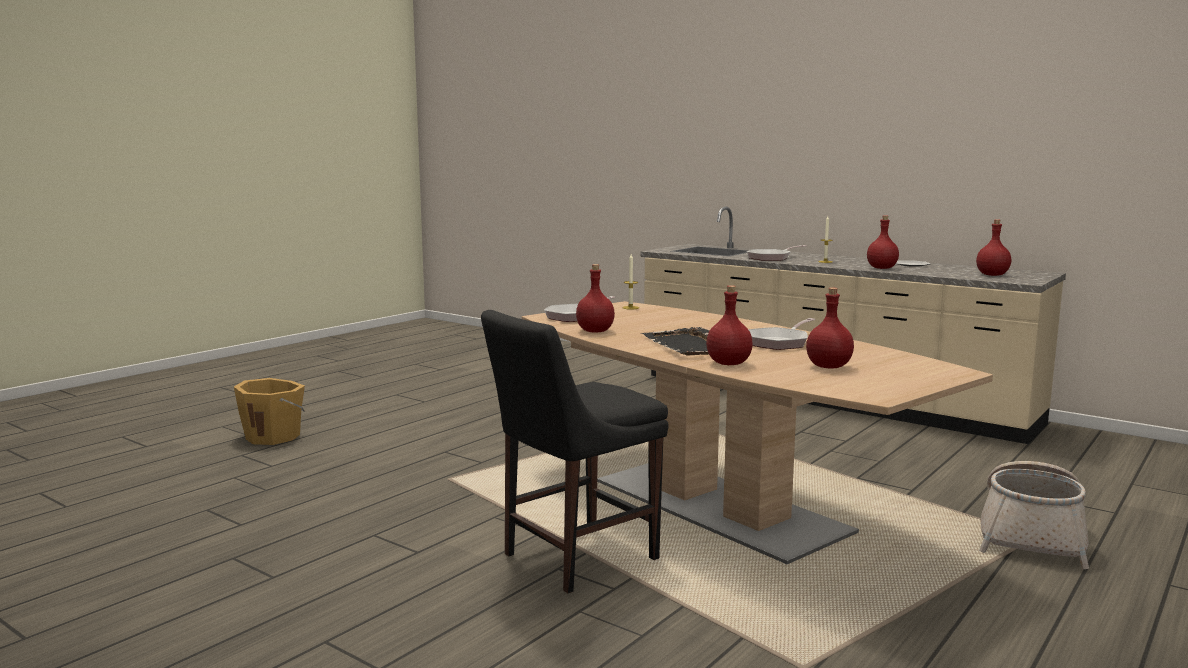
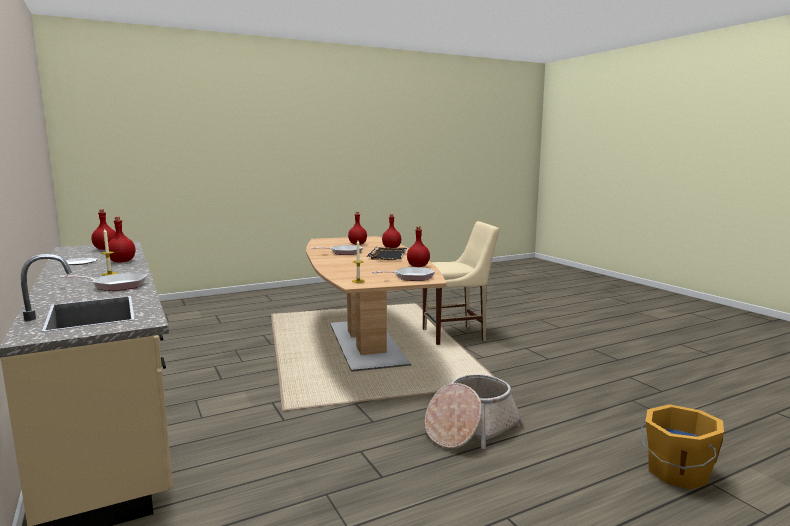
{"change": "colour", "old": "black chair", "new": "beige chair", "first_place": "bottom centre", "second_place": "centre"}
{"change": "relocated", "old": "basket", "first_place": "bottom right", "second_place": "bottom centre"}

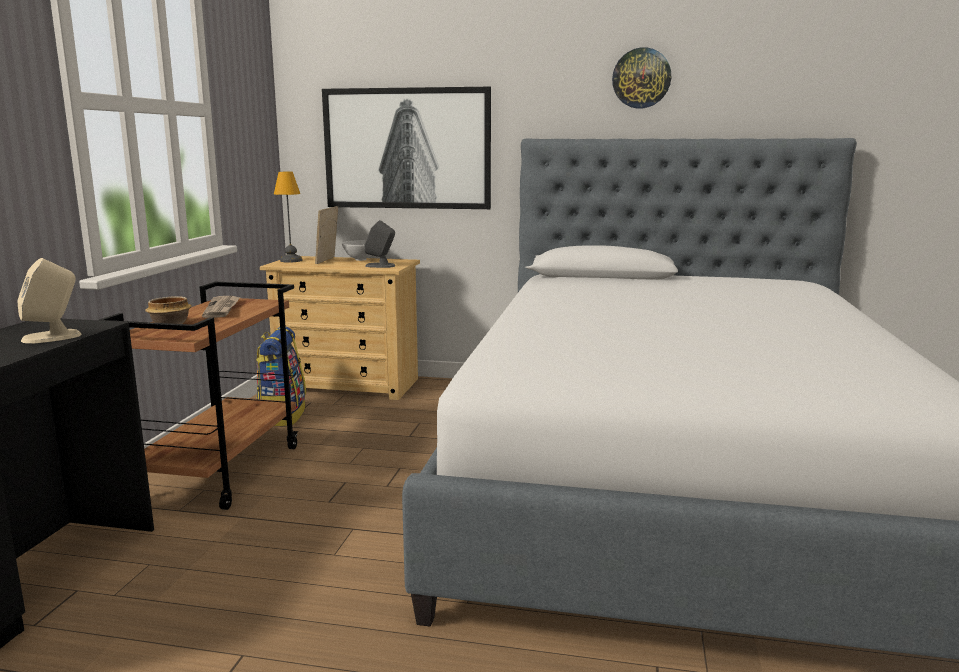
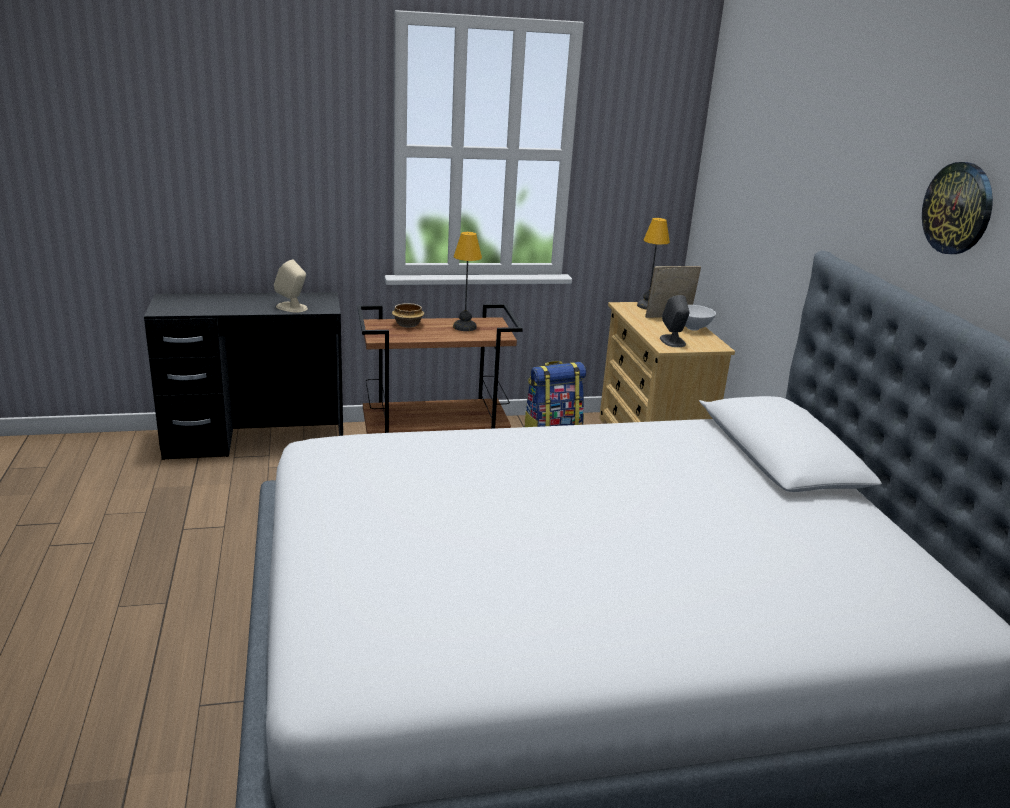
{"change": "exchanged", "old": "newspaper", "new": "table lamp (no. 1 from left)", "first_place": "middle left", "second_place": "centre"}
{"change": "missing", "old": "picture", "first_place": "top centre"}

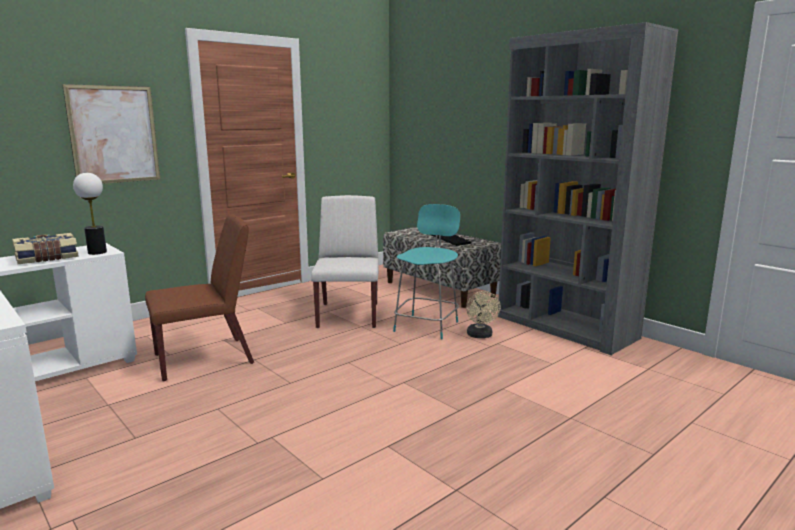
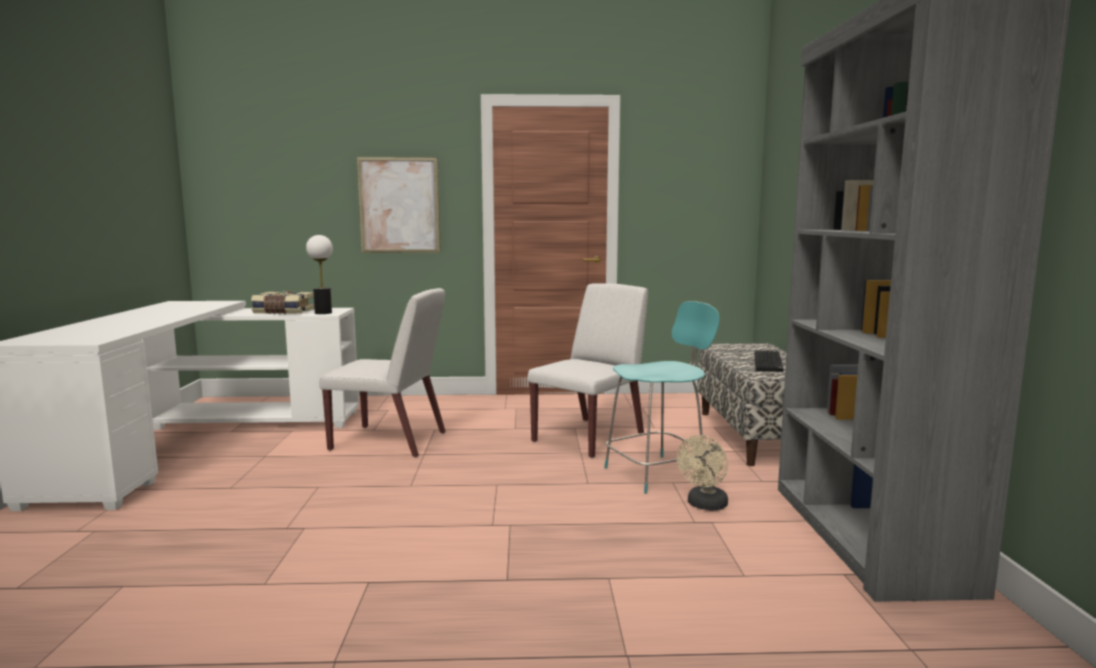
{"change": "colour", "old": "brown chair", "new": "white chair (no. 1 from left)", "first_place": "middle left", "second_place": "centre"}

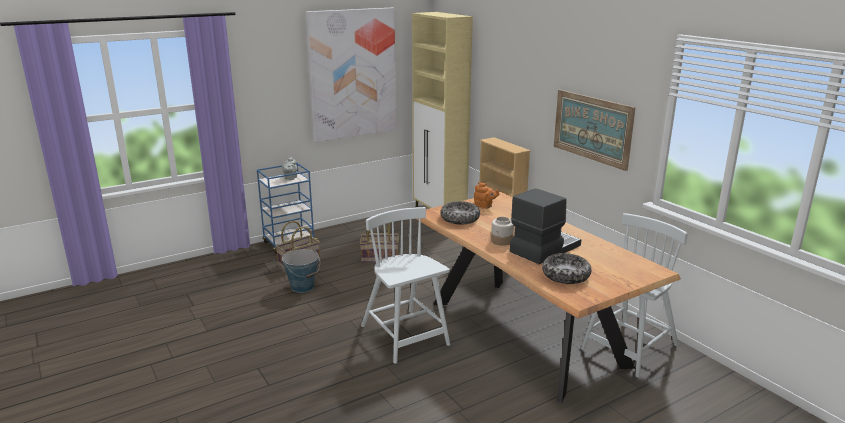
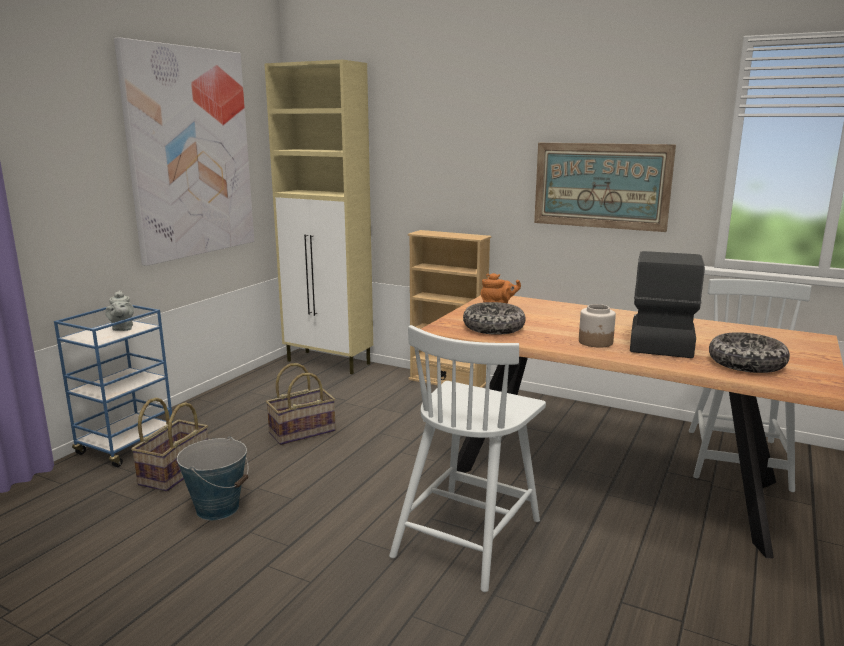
{"change": "spun", "old": "white chair (no. 1 from left)", "first_place": "bottom centre", "second_place": "bottom centre", "degrees": -90}

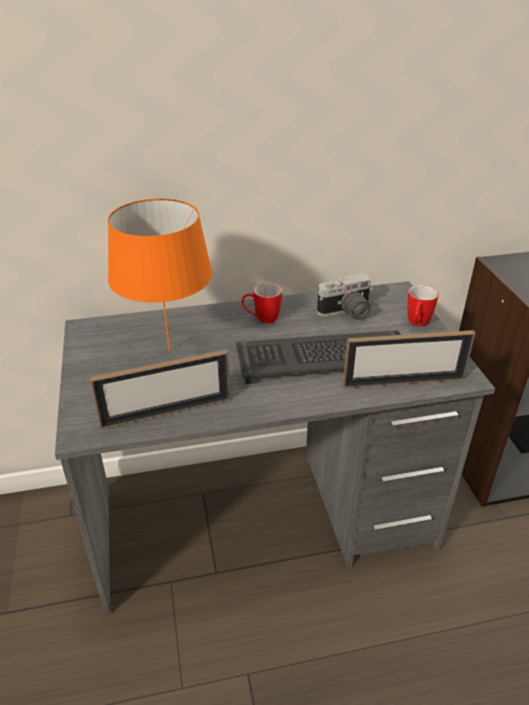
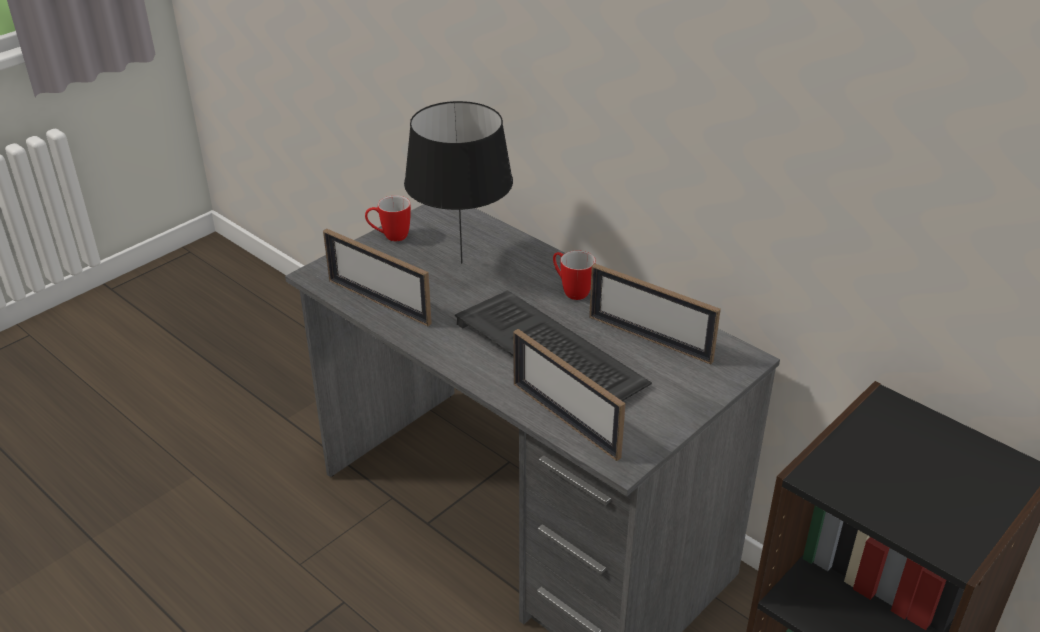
{"change": "relocated", "old": "mug (no. 2 from left in the first image)", "new": "mug (no. 1 from left)", "first_place": "middle right", "second_place": "centre"}
{"change": "colour", "old": "orange table lamp", "new": "black table lamp", "first_place": "middle left", "second_place": "top centre"}
{"change": "exchanged", "old": "photo camera", "new": "picture frame (no. 3 from left)", "first_place": "centre", "second_place": "centre"}

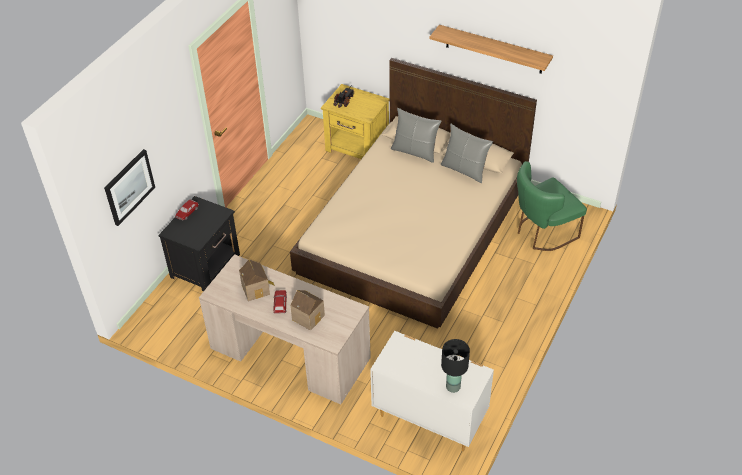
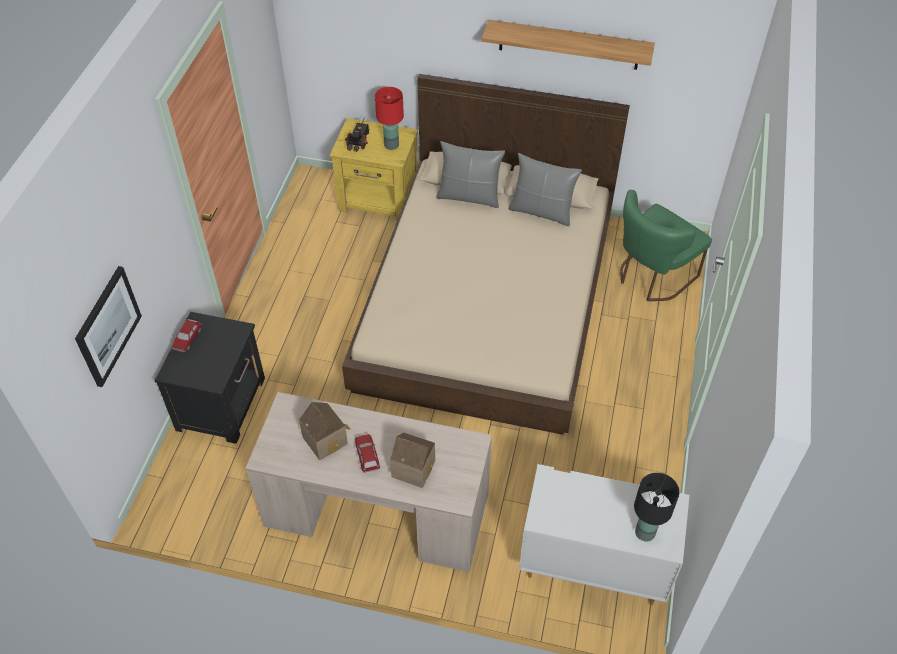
{"change": "appeared", "new": "red table lamp", "second_place": "top centre"}

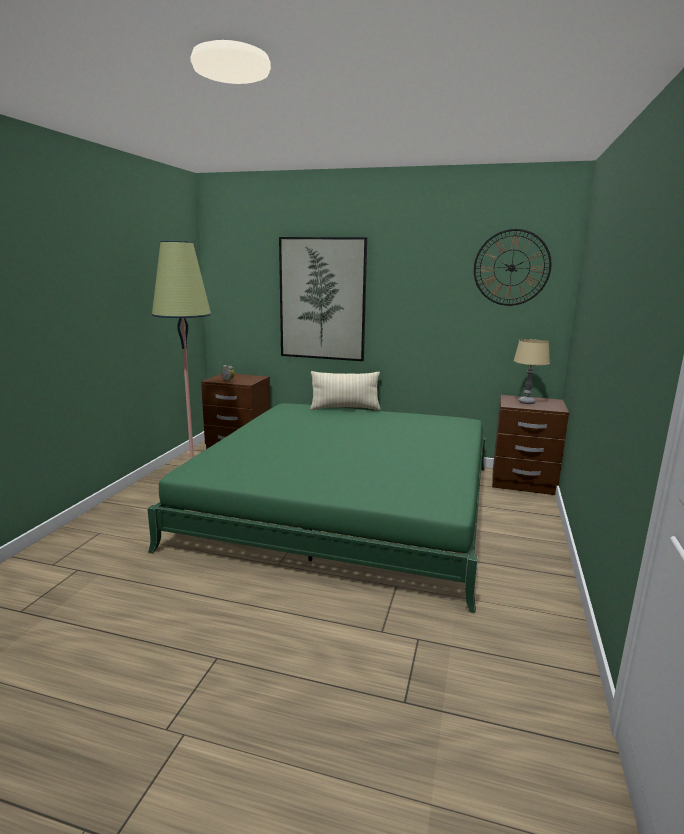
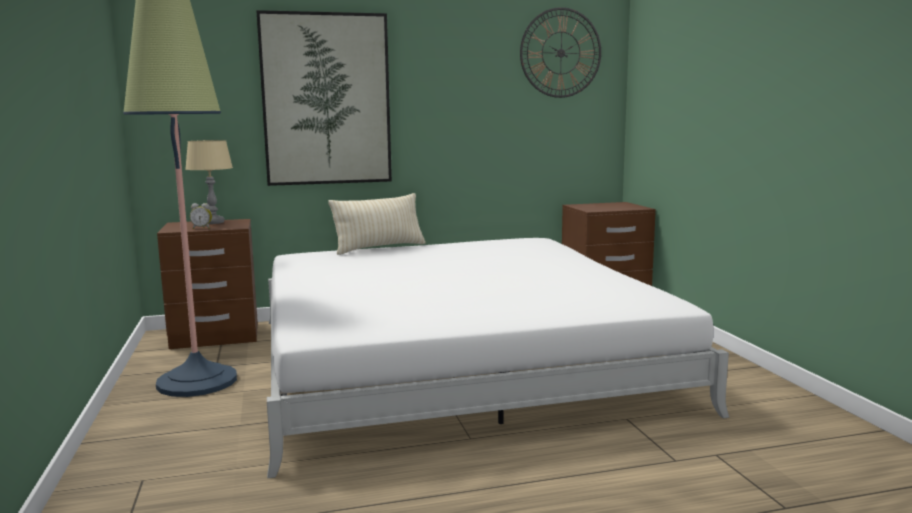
{"change": "relocated", "old": "beige table lamp", "first_place": "middle right", "second_place": "middle left"}
{"change": "colour", "old": "green bed", "new": "white bed", "first_place": "centre", "second_place": "bottom centre"}

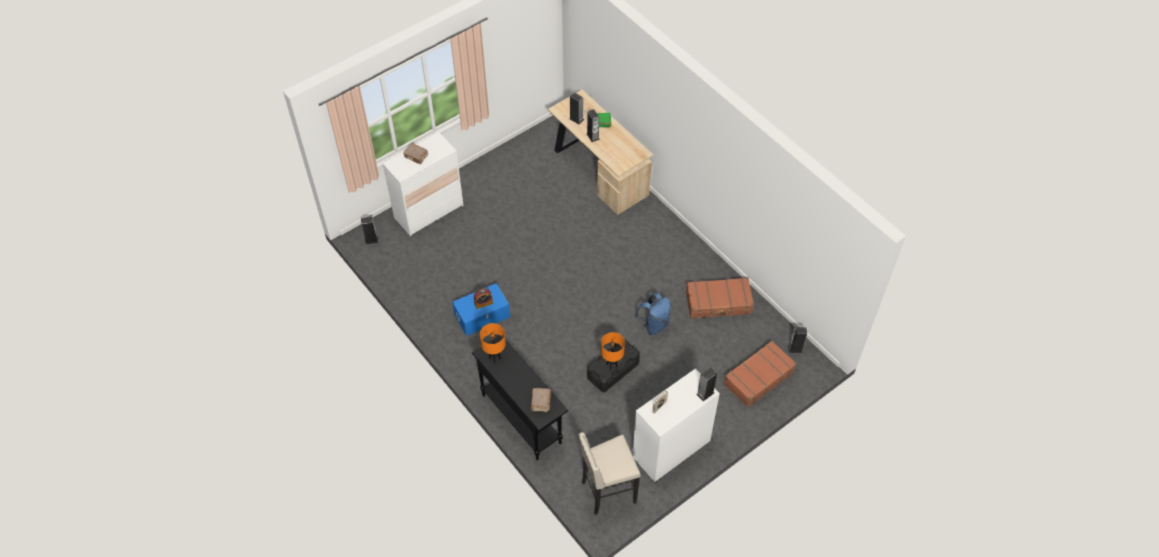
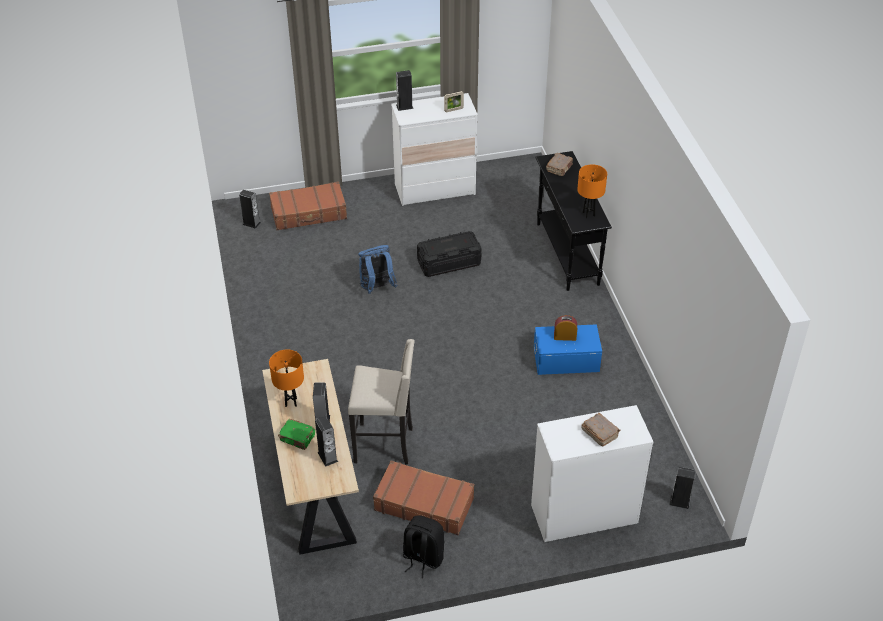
{"change": "relocated", "old": "orange table lamp (no. 2 from left in the first image)", "new": "orange table lamp (no. 1 from left)", "first_place": "centre", "second_place": "middle left"}
{"change": "relocated", "old": "beige stool", "first_place": "bottom centre", "second_place": "centre"}
{"change": "relocated", "old": "brown suitcase (no. 1 from left in the first image)", "new": "brown suitcase (no. 2 from left)", "first_place": "centre", "second_place": "bottom centre"}
{"change": "appeared", "new": "black backpack", "second_place": "bottom centre"}

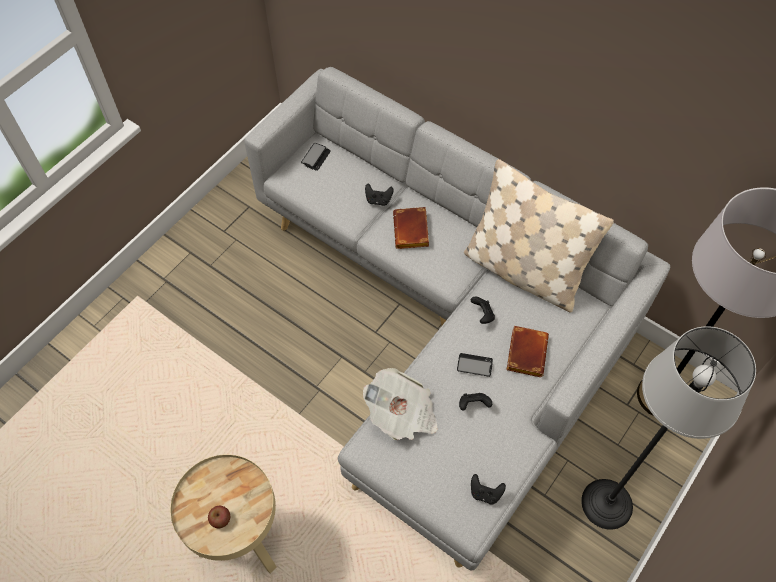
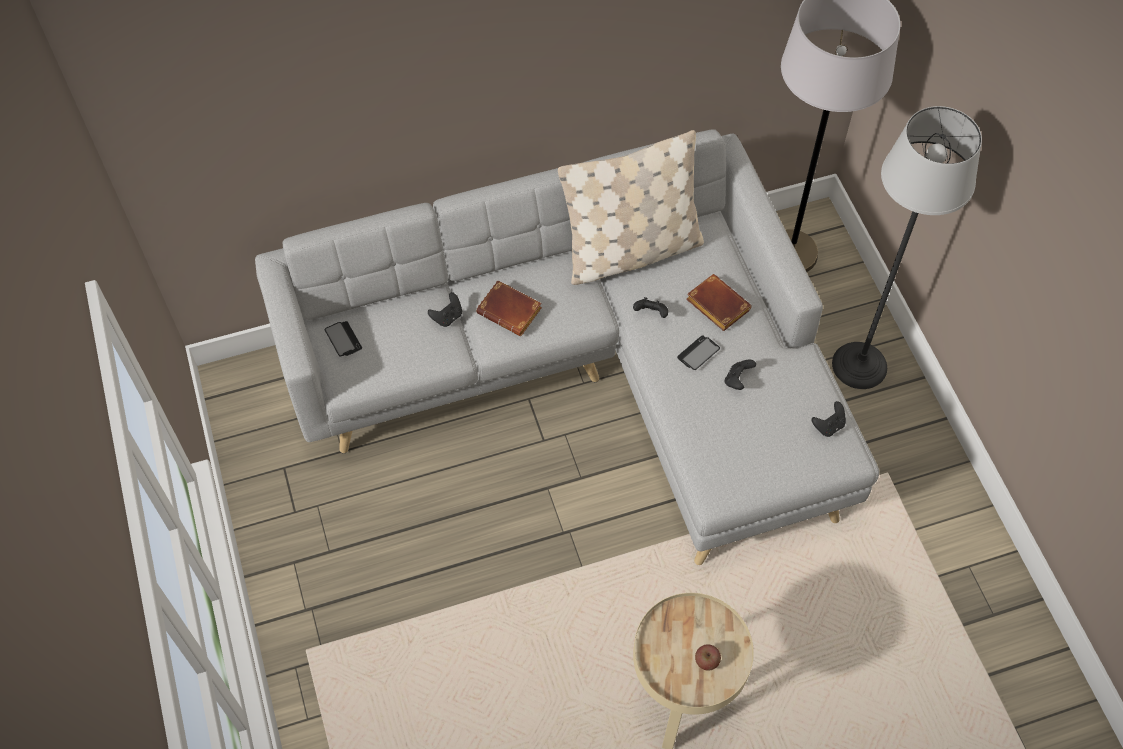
{"change": "missing", "old": "newspaper", "first_place": "bottom centre"}

